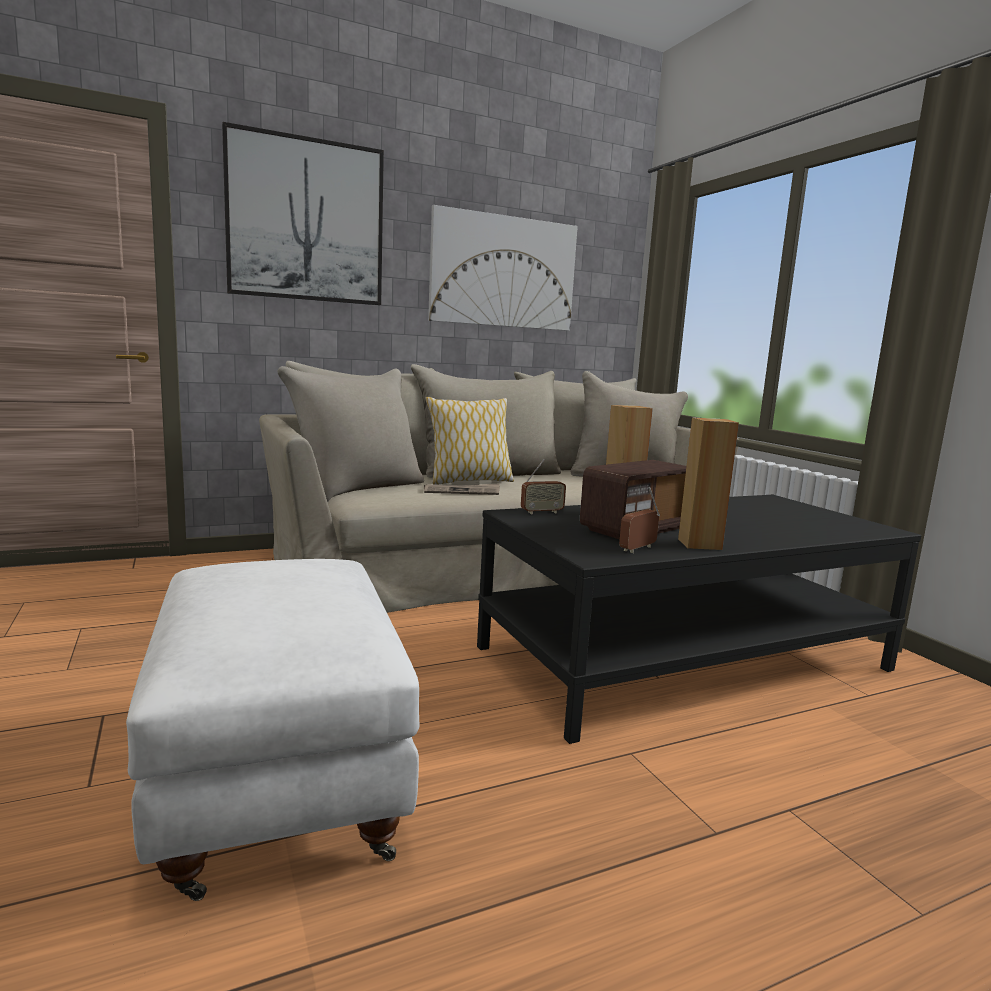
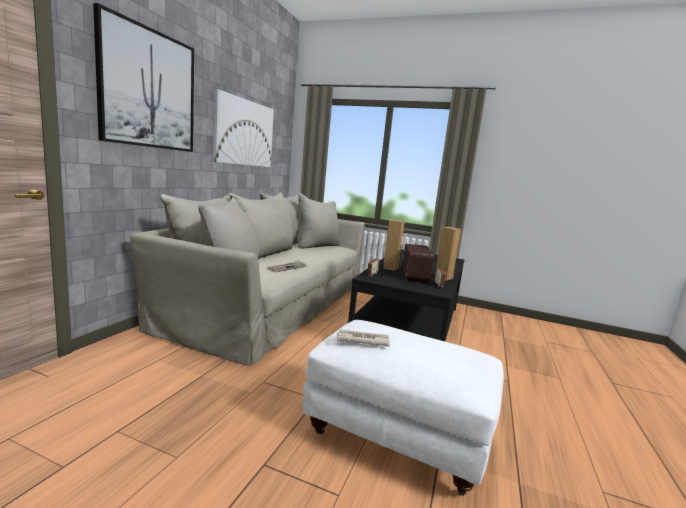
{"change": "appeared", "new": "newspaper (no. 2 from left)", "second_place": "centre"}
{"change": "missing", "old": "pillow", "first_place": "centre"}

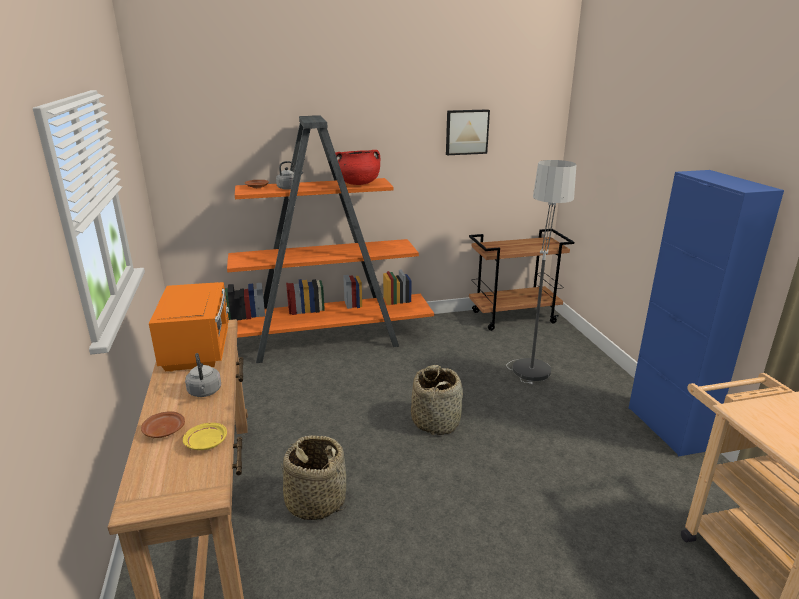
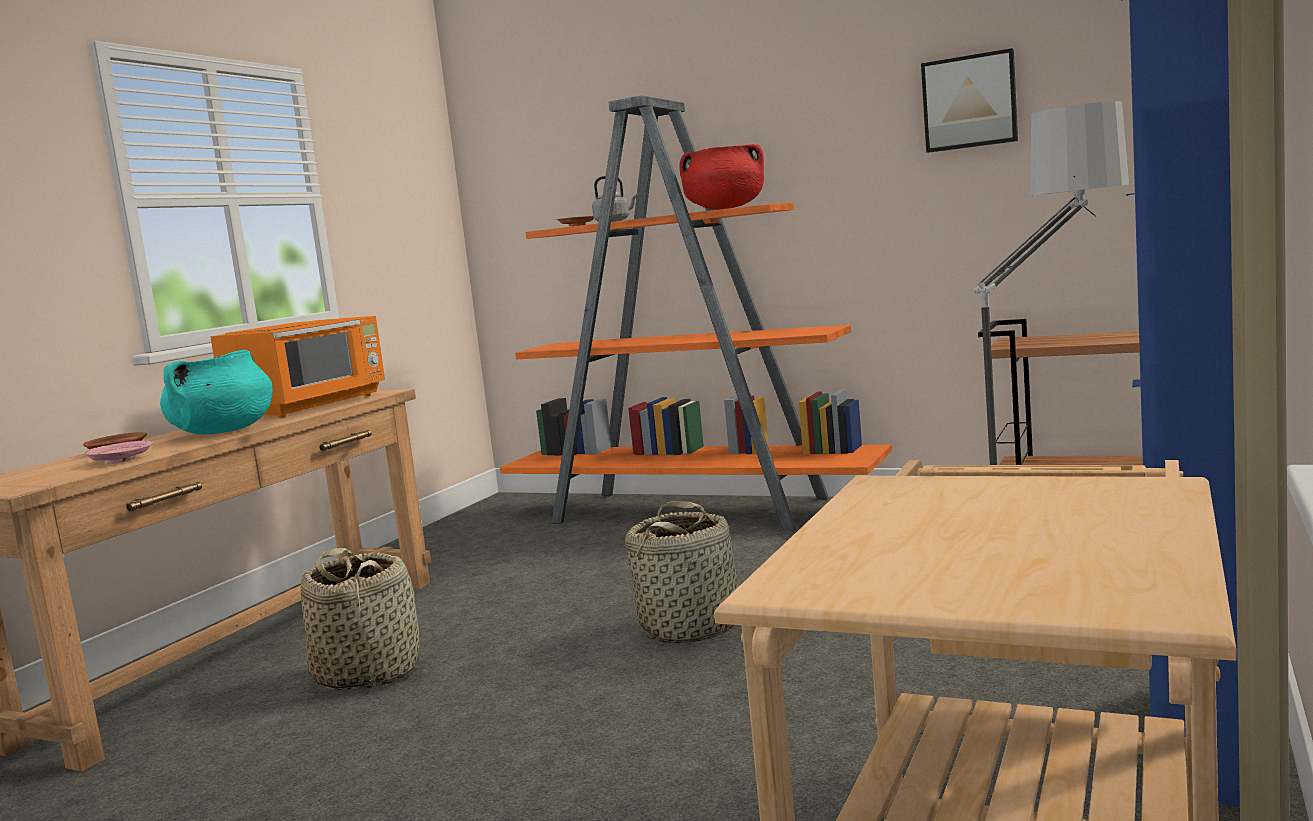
{"change": "colour", "old": "yellow plate", "new": "pink plate", "first_place": "bottom left", "second_place": "middle left"}
{"change": "exchanged", "old": "grey kettle (no. 1 from left)", "new": "turquoise cooking pot", "first_place": "middle left", "second_place": "middle left"}

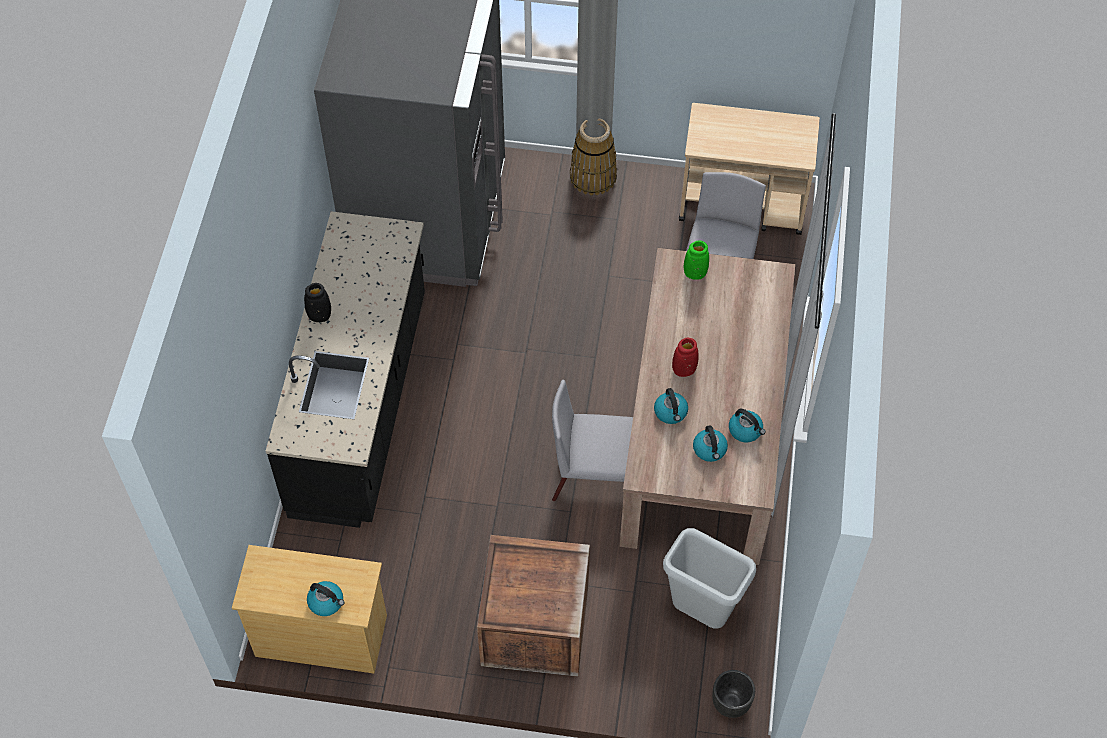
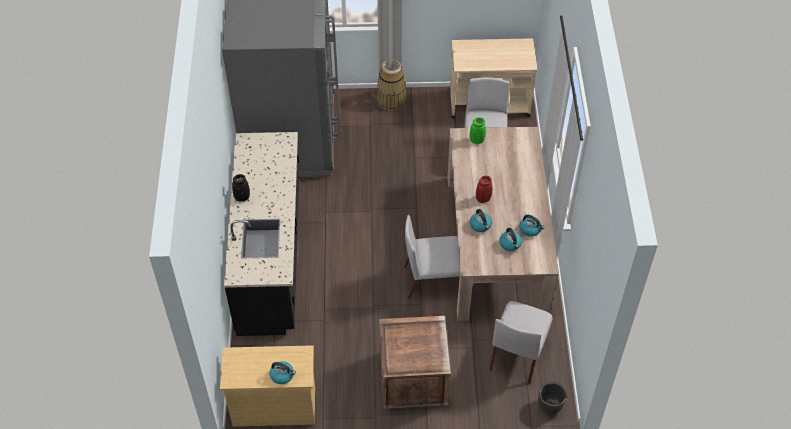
{"change": "exchanged", "old": "grey trash can", "new": "grey chair (no. 3 from left)", "first_place": "bottom centre", "second_place": "bottom centre"}

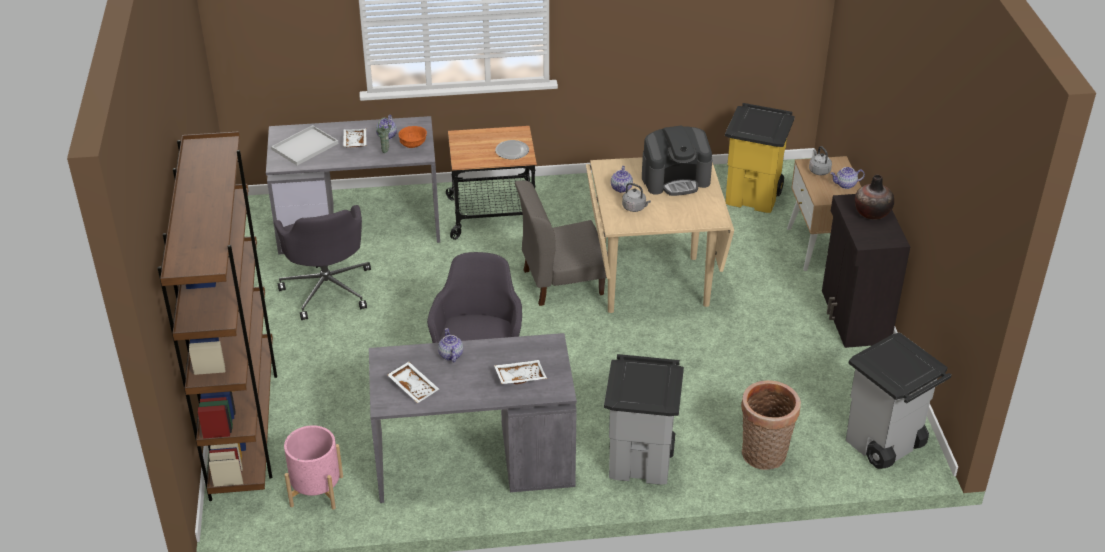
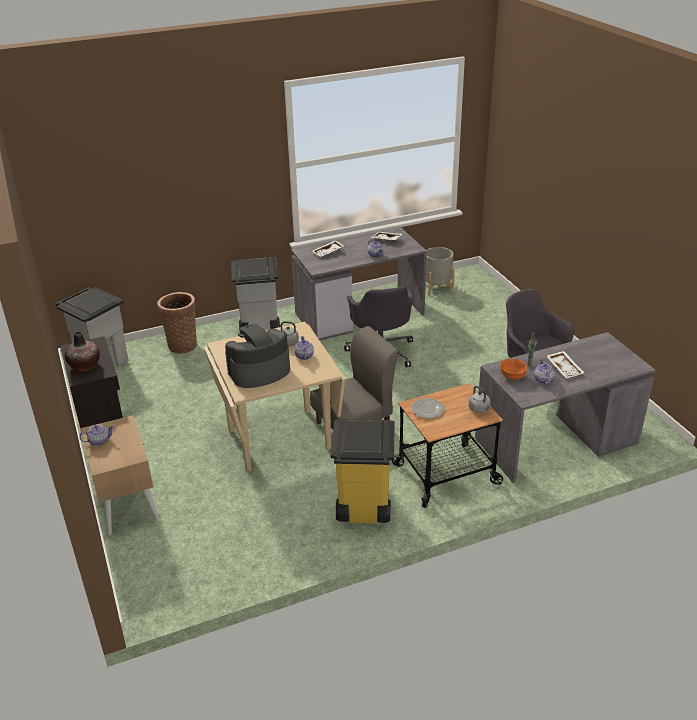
{"change": "relocated", "old": "yellow trash can", "first_place": "top right", "second_place": "centre"}
{"change": "colour", "old": "pink planter", "new": "grey planter", "first_place": "bottom left", "second_place": "centre"}
{"change": "relocated", "old": "grey kettle (no. 2 from left)", "first_place": "top right", "second_place": "middle right"}
{"change": "missing", "old": "brown bookcase", "first_place": "middle left"}
{"change": "missing", "old": "white tray (no. 1 from left)", "first_place": "top left"}

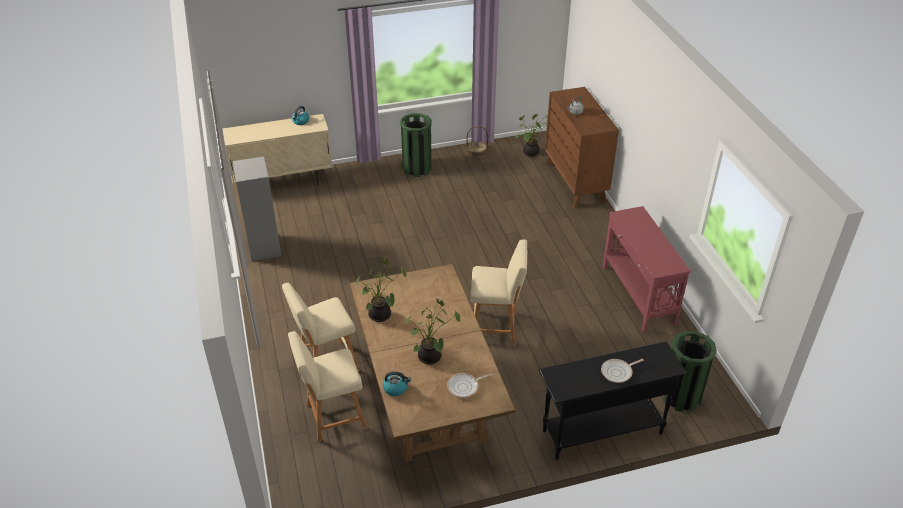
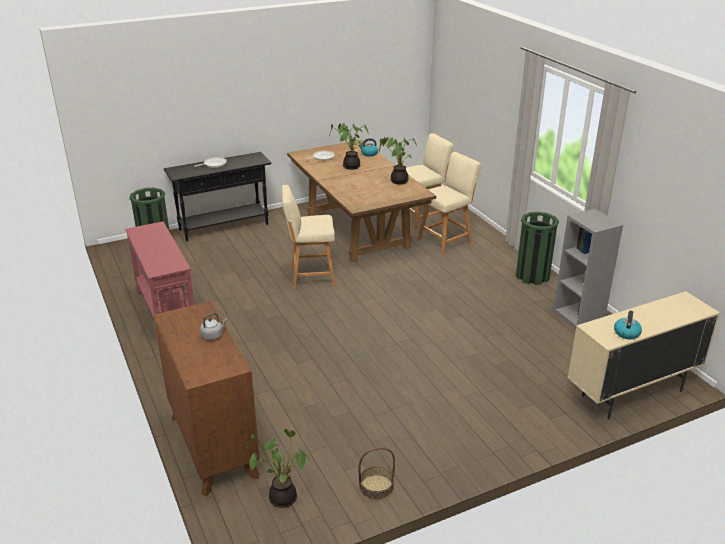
{"change": "relocated", "old": "green trash can (no. 1 from left in the first image)", "new": "green trash can (no. 2 from left)", "first_place": "top centre", "second_place": "middle right"}

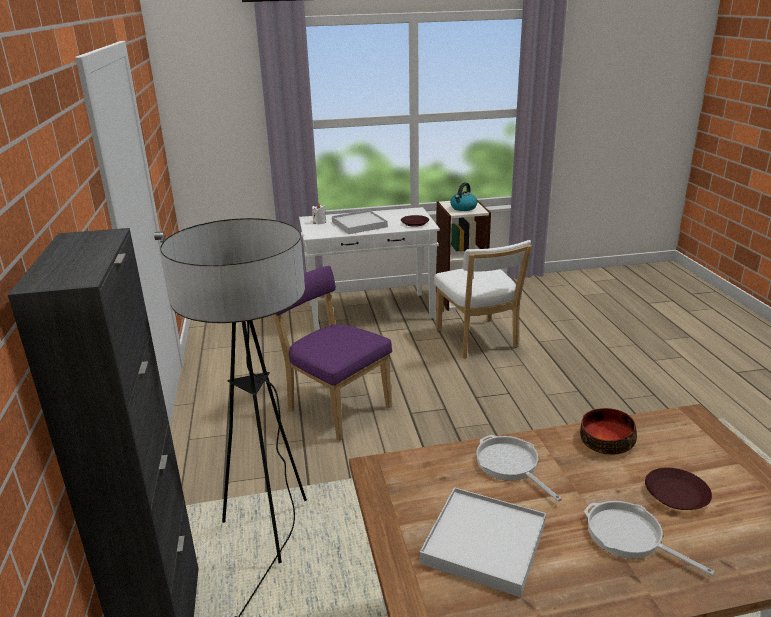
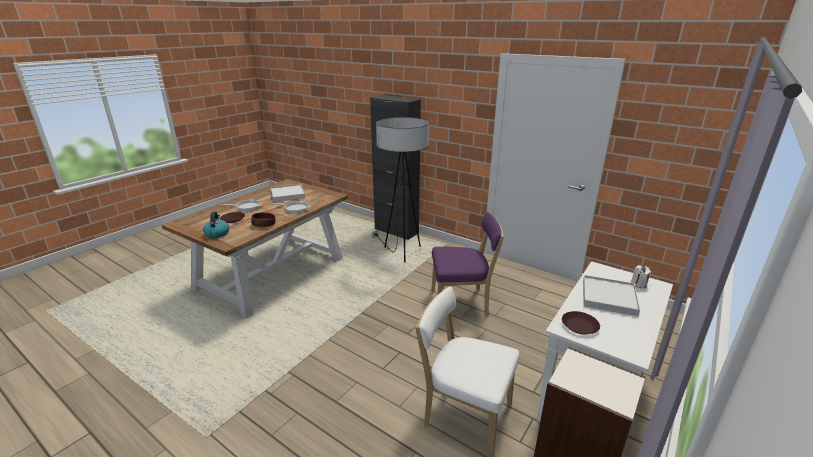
{"change": "relocated", "old": "kettle", "first_place": "top centre", "second_place": "middle left"}

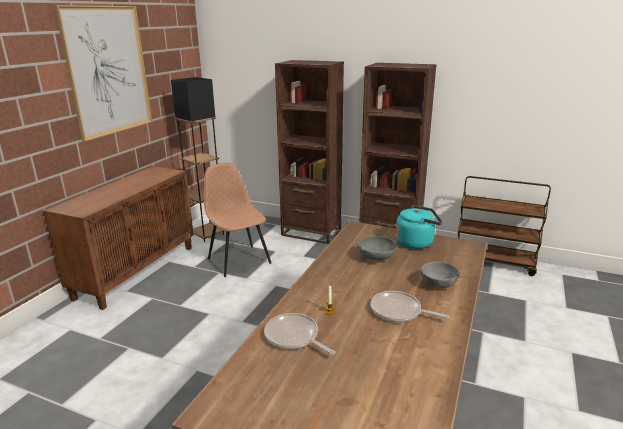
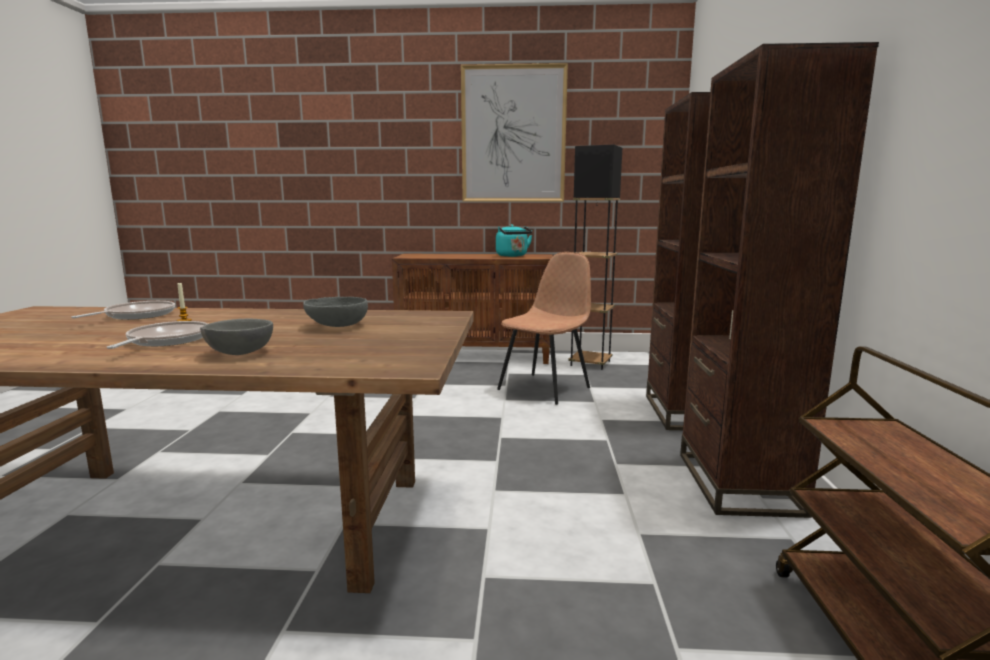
{"change": "relocated", "old": "turquoise kettle", "first_place": "middle right", "second_place": "centre"}

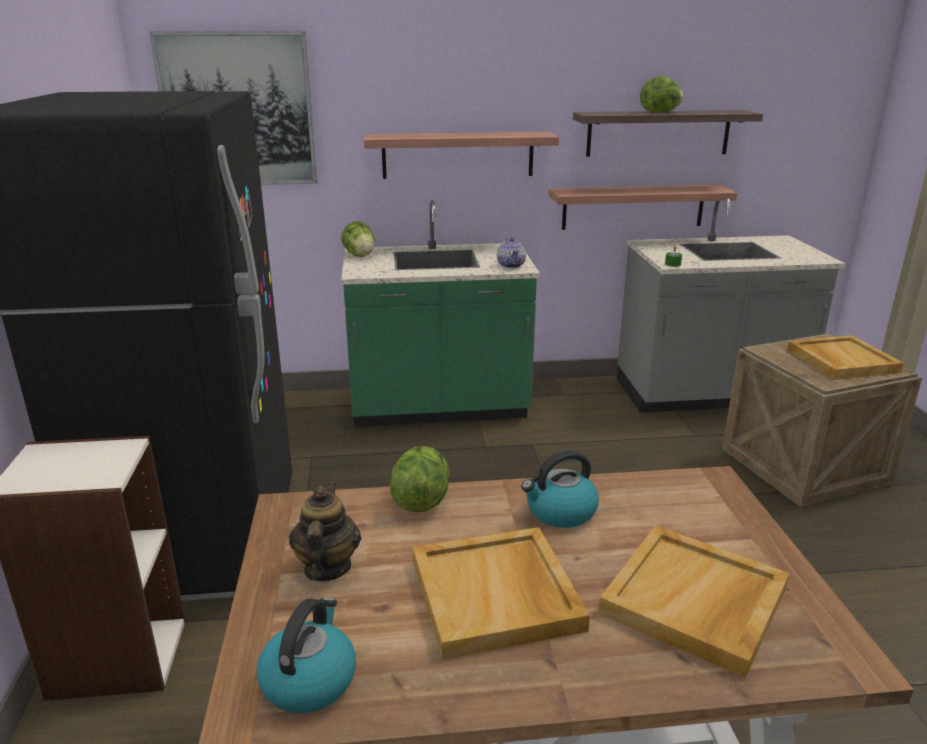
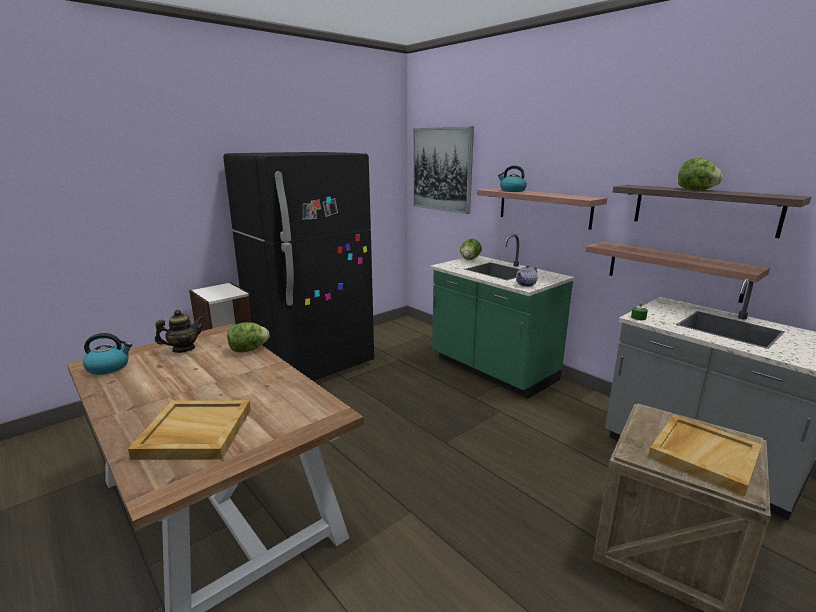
{"change": "relocated", "old": "kettle (no. 2 from left)", "first_place": "centre", "second_place": "top centre"}
{"change": "missing", "old": "beige tray (no. 1 from left)", "first_place": "bottom centre"}

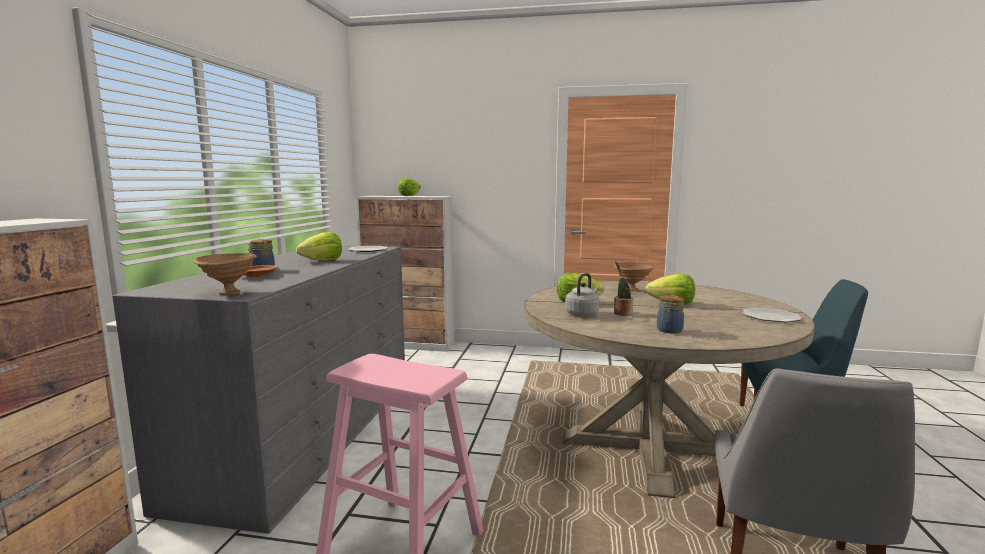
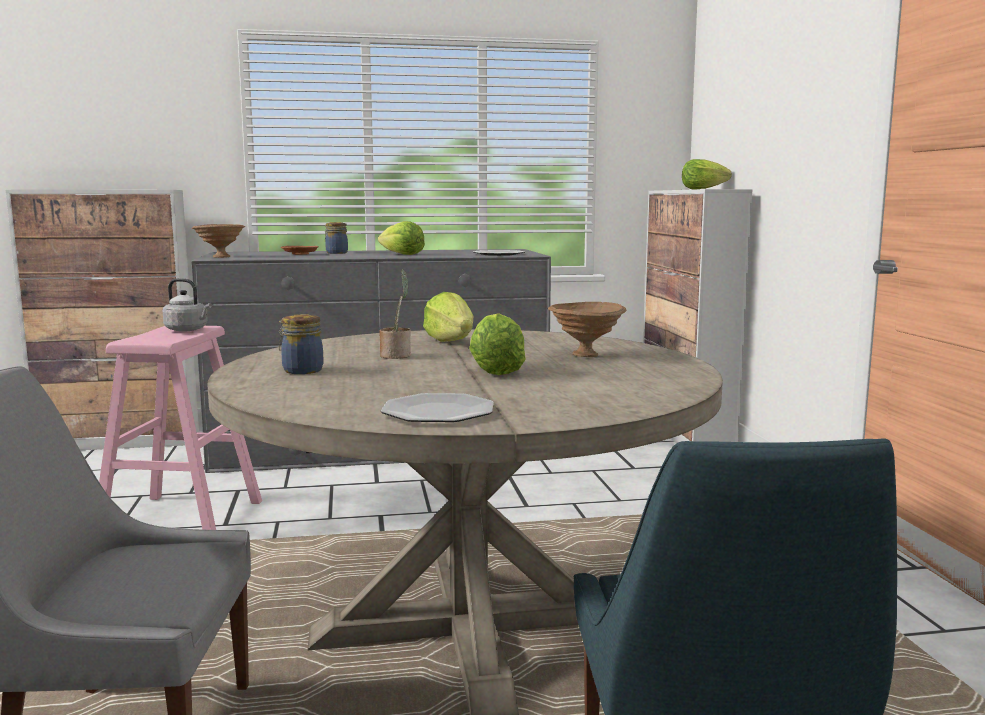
{"change": "relocated", "old": "grey kettle", "first_place": "centre", "second_place": "middle left"}

